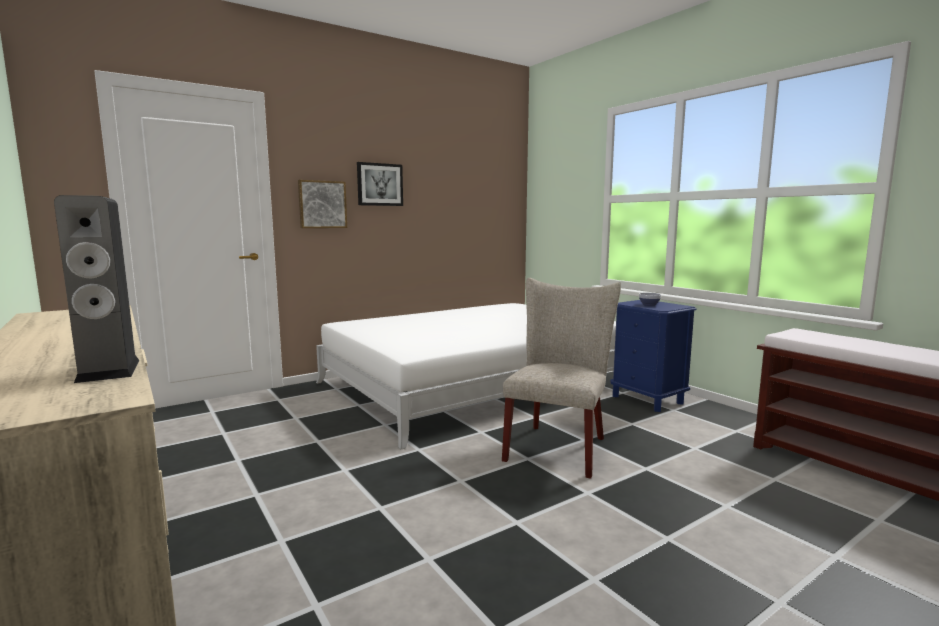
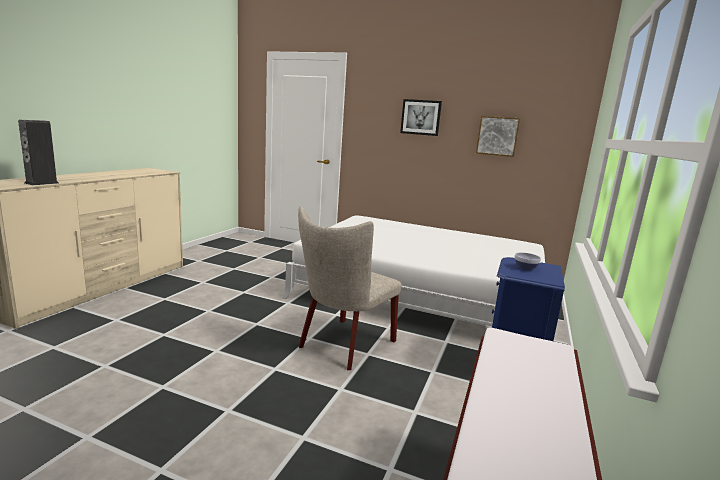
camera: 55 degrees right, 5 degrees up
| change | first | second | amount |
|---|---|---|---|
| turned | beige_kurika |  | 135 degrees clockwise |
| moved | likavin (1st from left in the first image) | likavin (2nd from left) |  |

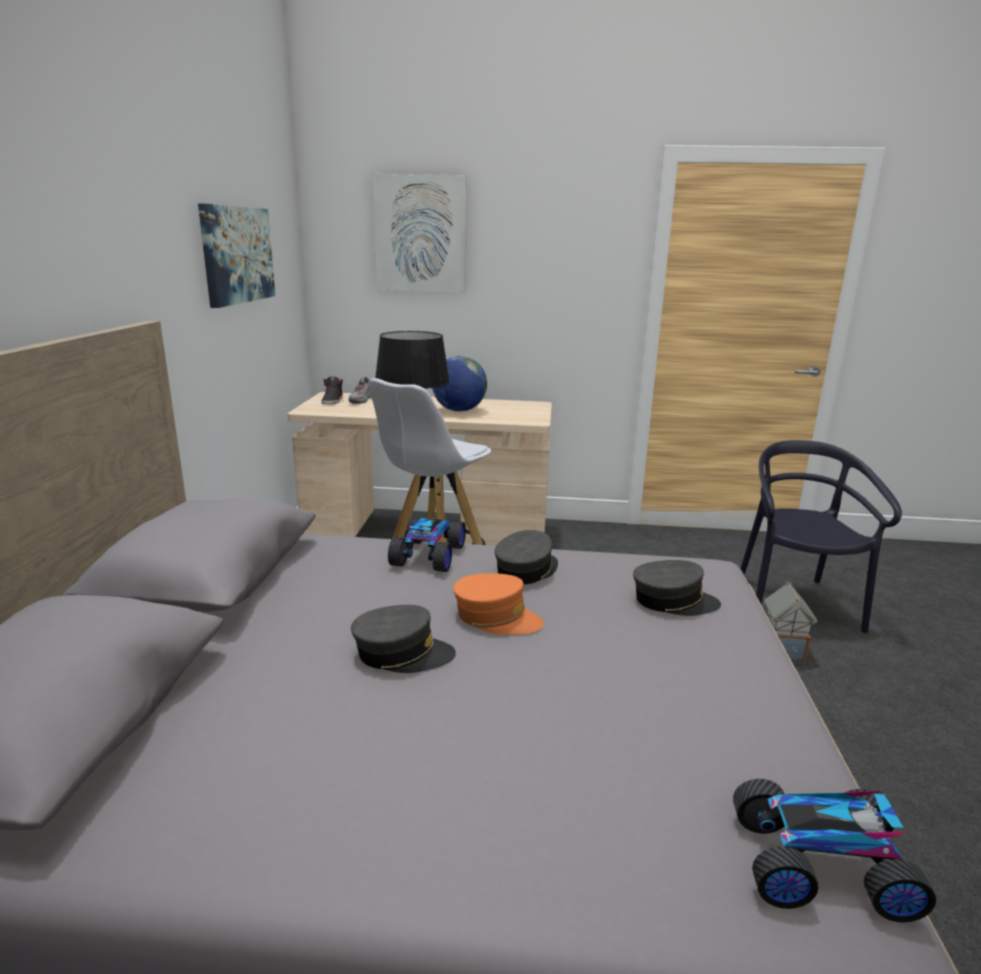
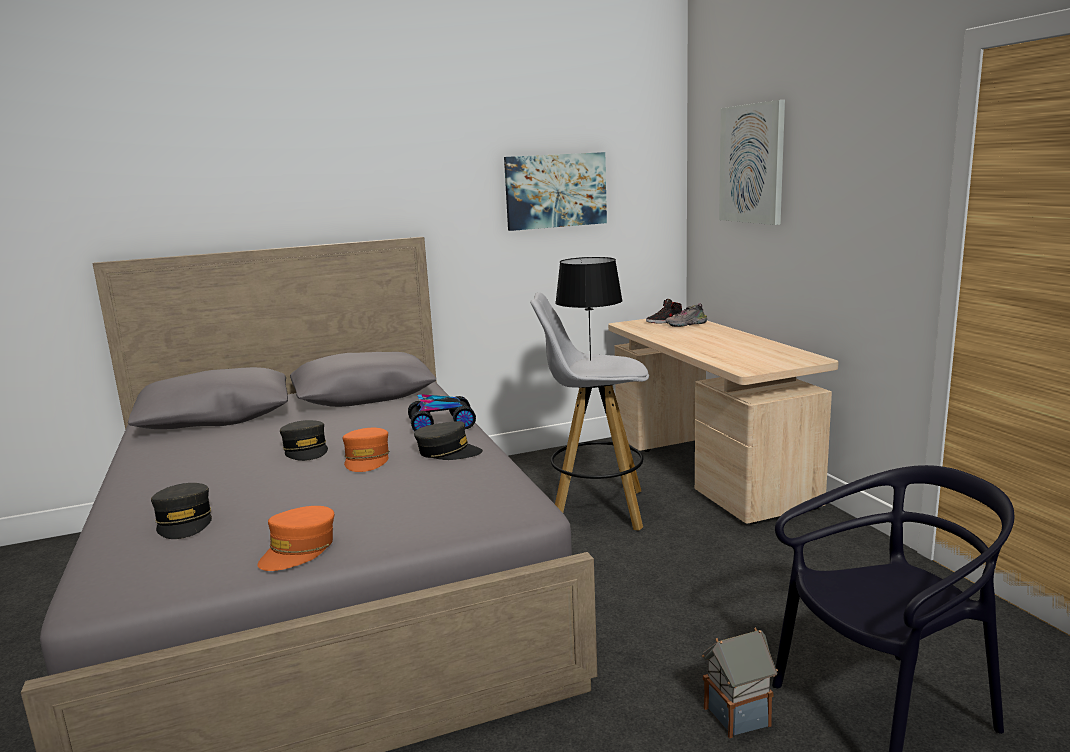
camera: 65 degrees right, 5 degrees down
| change | first | second | amount |
|---|---|---|---|
| moved | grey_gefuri (3rd from left in the first image) | grey_gefuri (1st from left) |  |
| added |  | orange_gefuri (1st from left) |  |
| removed | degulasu |  |  |
| removed | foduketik (2nd from left) |  |  |

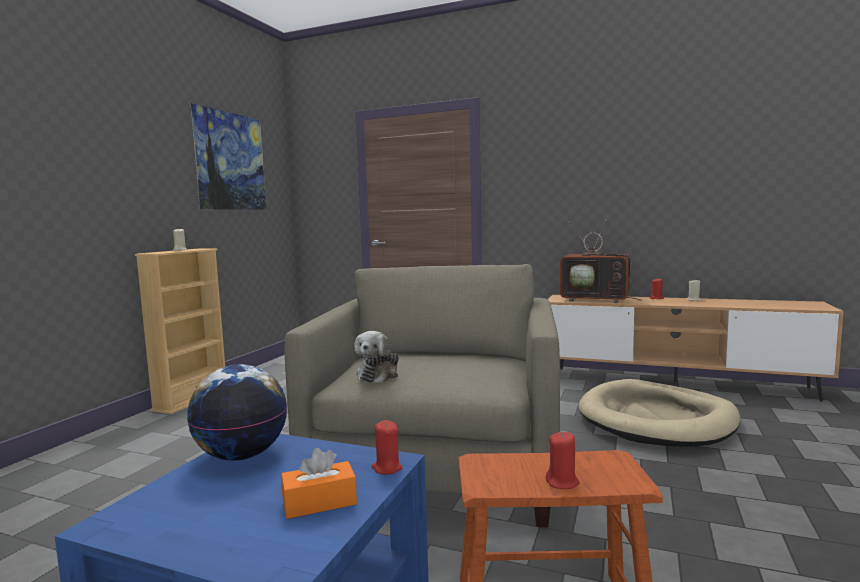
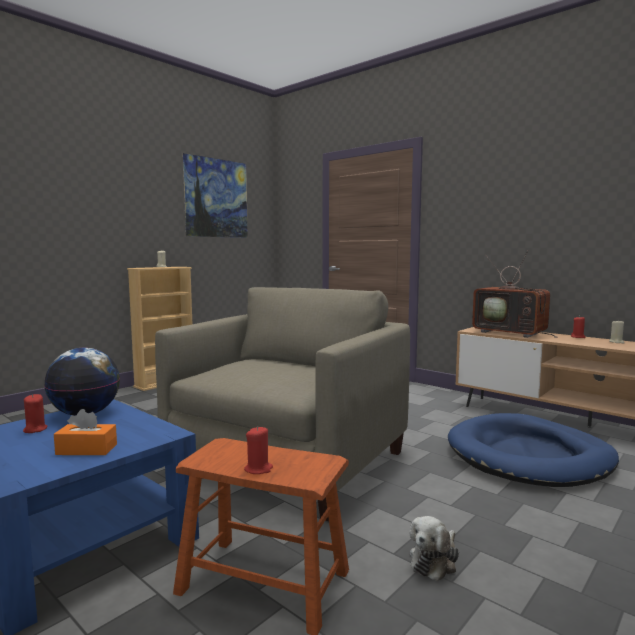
camera: 20 degrees right, 0 degrees up
| change | first | second | amount |
|---|---|---|---|
| moved | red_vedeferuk (1st from left) |  |  |
| moved | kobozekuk |  |  |
| recoloured | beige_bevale | blue_bevale |  |

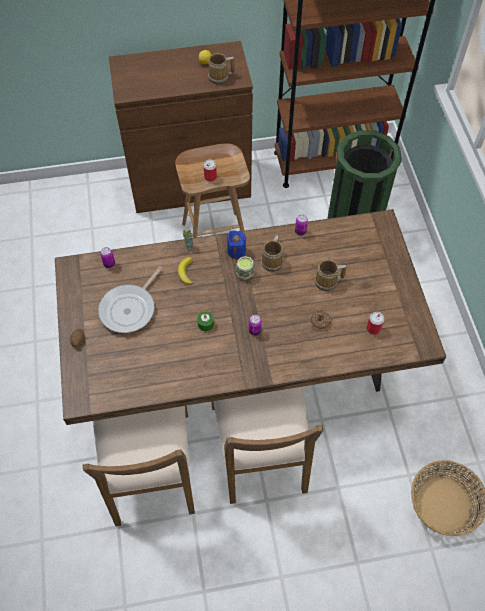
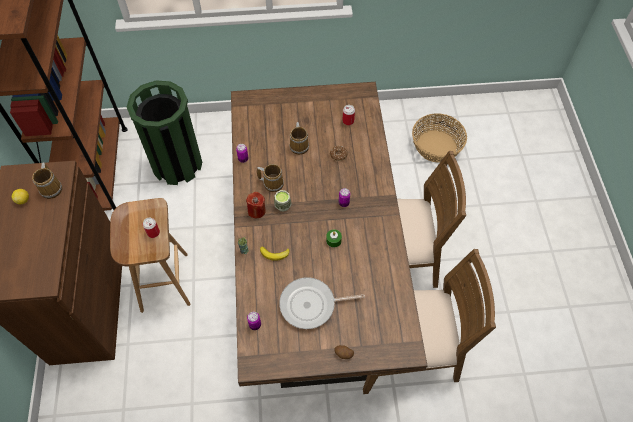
camera: 85 degrees left, 0 degrees up
| change | first | second | amount |
|---|---|---|---|
| recoloured | blue_vedeferuk | red_vedeferuk |  |
| turned | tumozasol |  | 135 degrees clockwise |

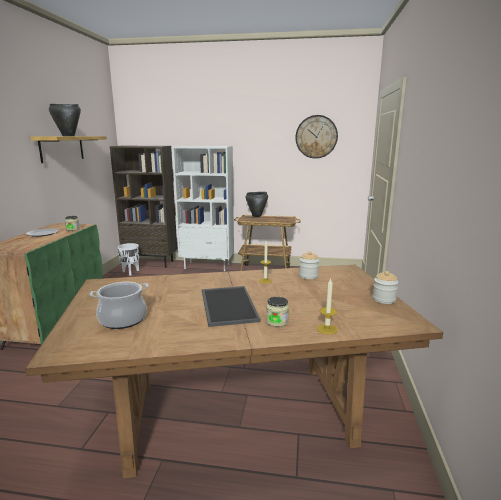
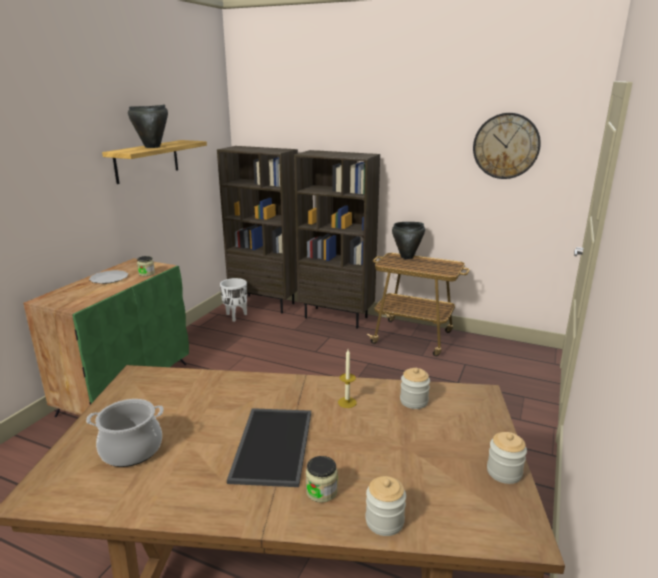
camera: 15 degrees right, 5 degrees up
| change | first | second | amount |
|---|---|---|---|
| recoloured | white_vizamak | brown_vizamak (2nd from left) |  |
| replaced | vedeferuk (2nd from left) | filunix (3rd from left) |  |

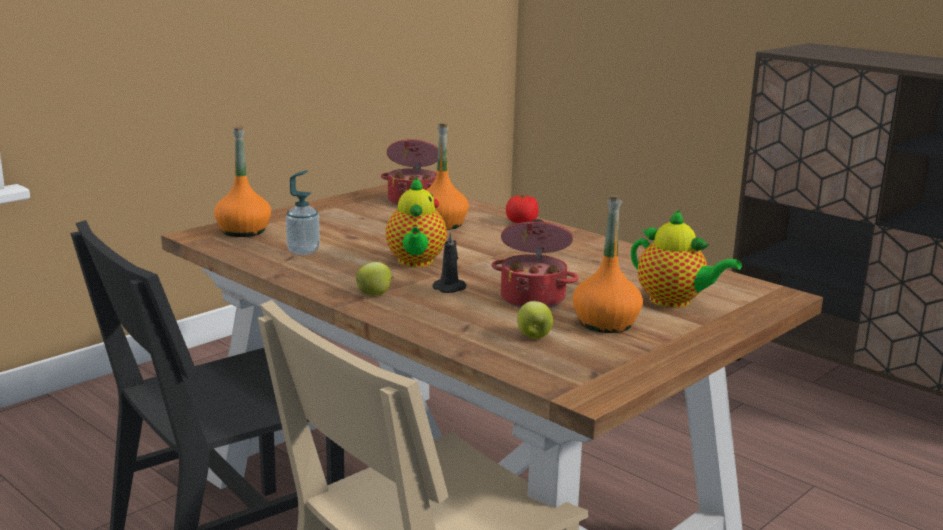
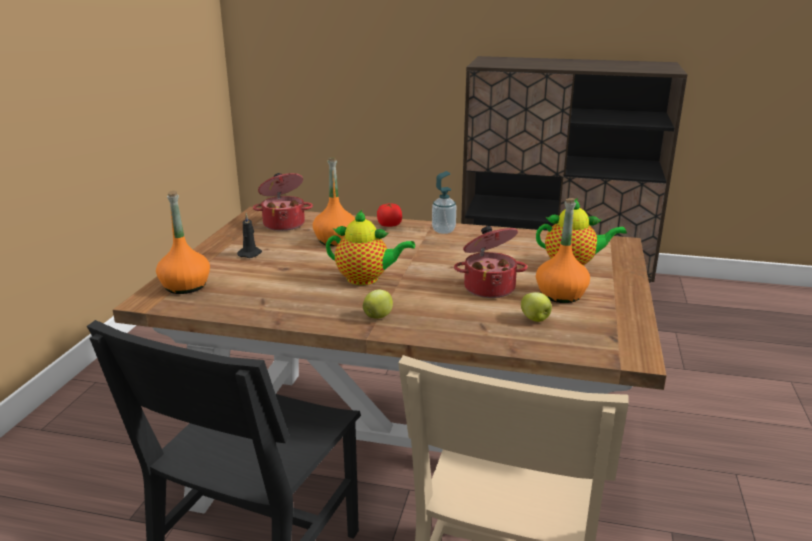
camera: 30 degrees left, 5 degrees up
| change | first | second | amount |
|---|---|---|---|
| moved | black_vedeferuk |  |  |
| turned | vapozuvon (1st from left) |  | 45 degrees counterclockwise |
| moved | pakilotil |  |  |

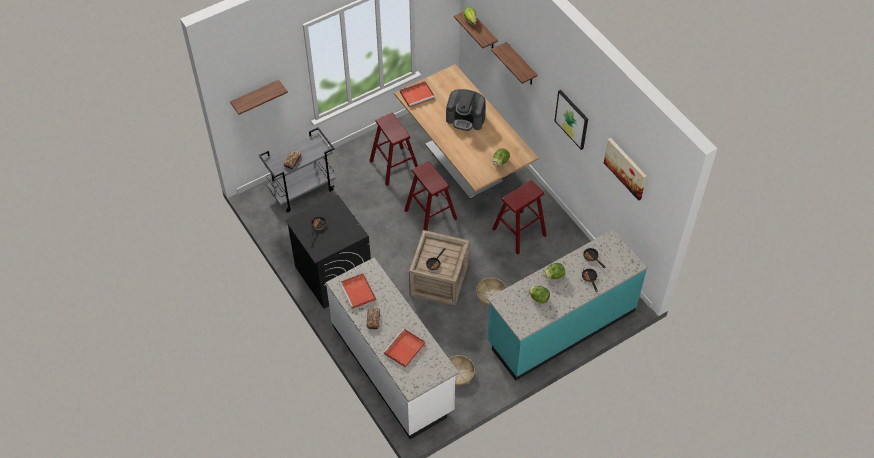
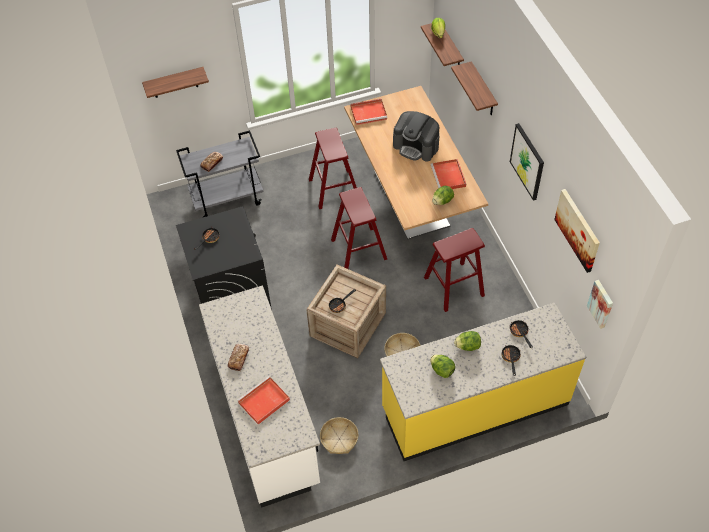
camera: 15 degrees right, 0 degrees up
| change | first | second | amount |
|---|---|---|---|
| recoloured | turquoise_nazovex | yellow_nazovex |  |
| moved | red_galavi (1st from left in the first image) | red_galavi (3rd from left) |  |
| added |  | likavin (3rd from left) |  |

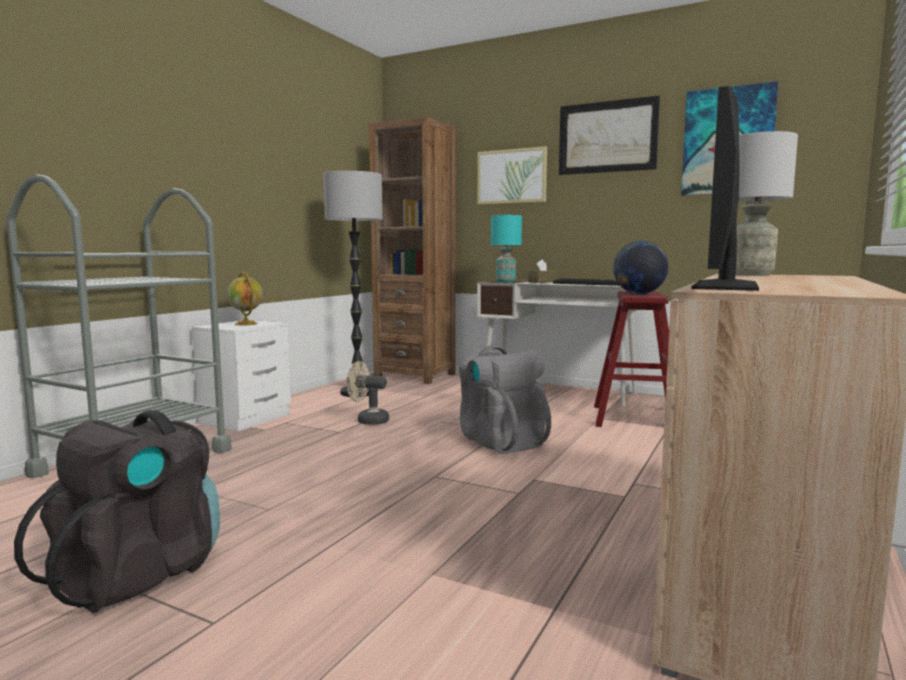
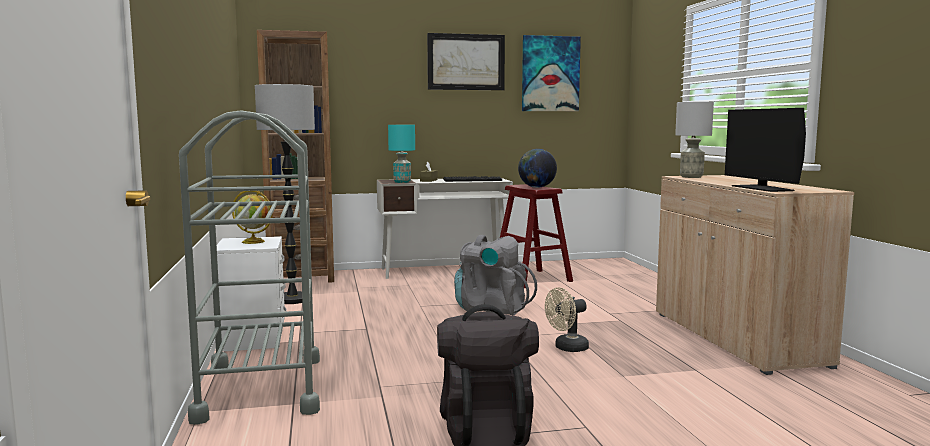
camera: 40 degrees left, 0 degrees up
| change | first | second | amount |
|---|---|---|---|
| moved | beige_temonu |  |  |
| removed | likavin (1st from left) |  |  |

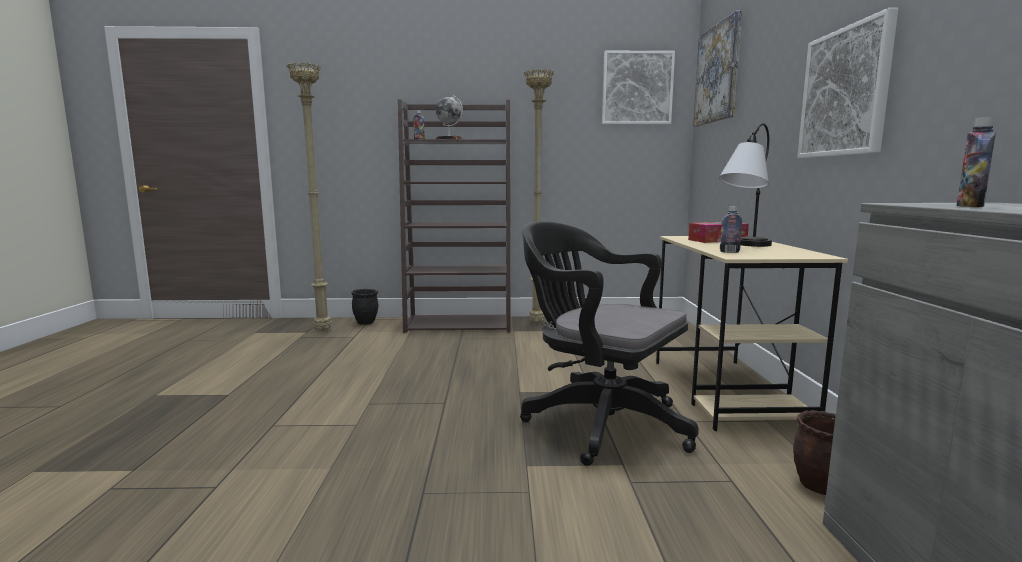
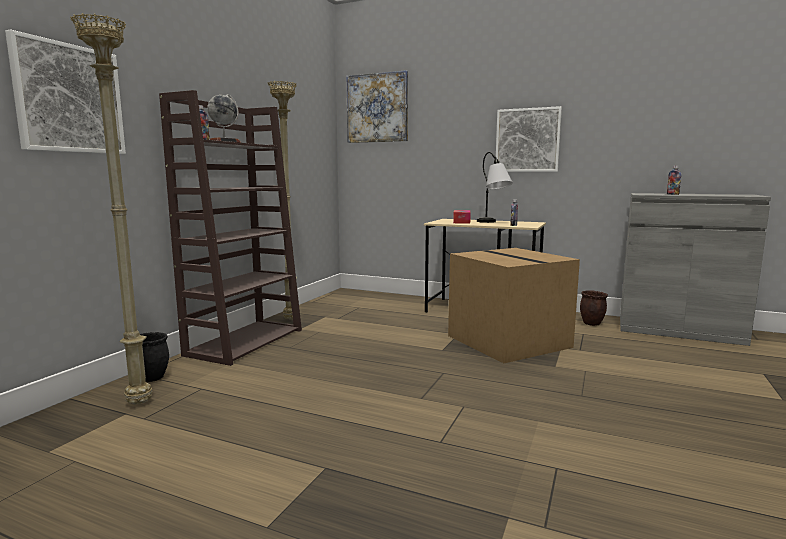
camera: 65 degrees left, 0 degrees up
| change | first | second | amount |
|---|---|---|---|
| moved | likavin (1st from left) |  |  |
| replaced | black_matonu | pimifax |  |

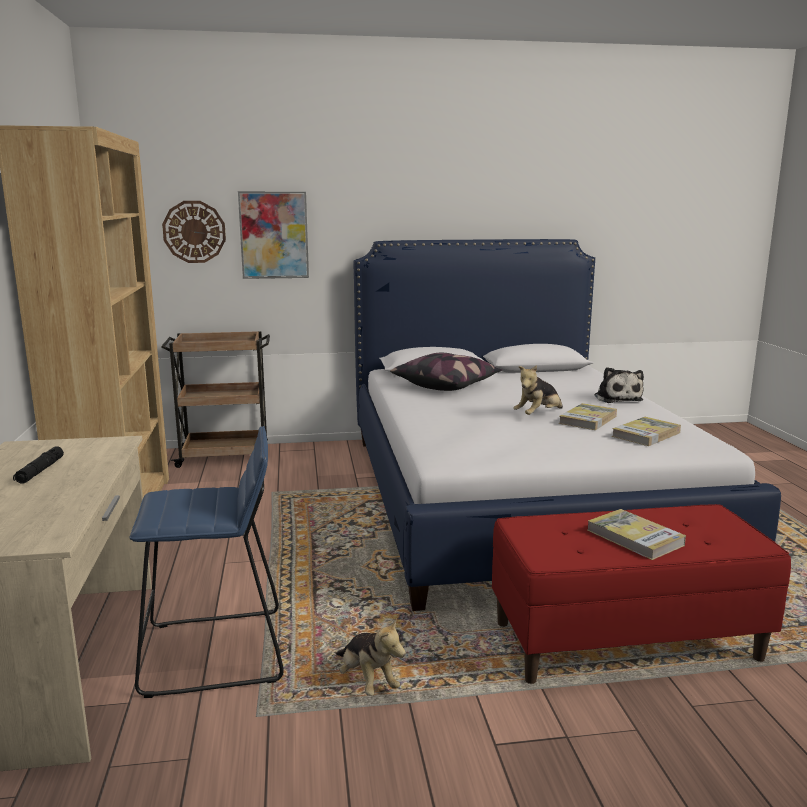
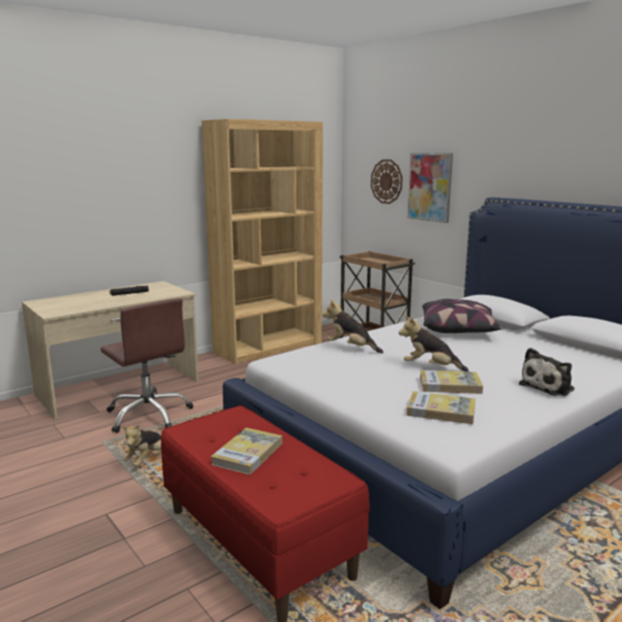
camera: 60 degrees right, 0 degrees up
| change | first | second | amount |
|---|---|---|---|
| replaced | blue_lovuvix | brown_matonu |  |
| added |  | kobozekuk (2nd from left) |  |

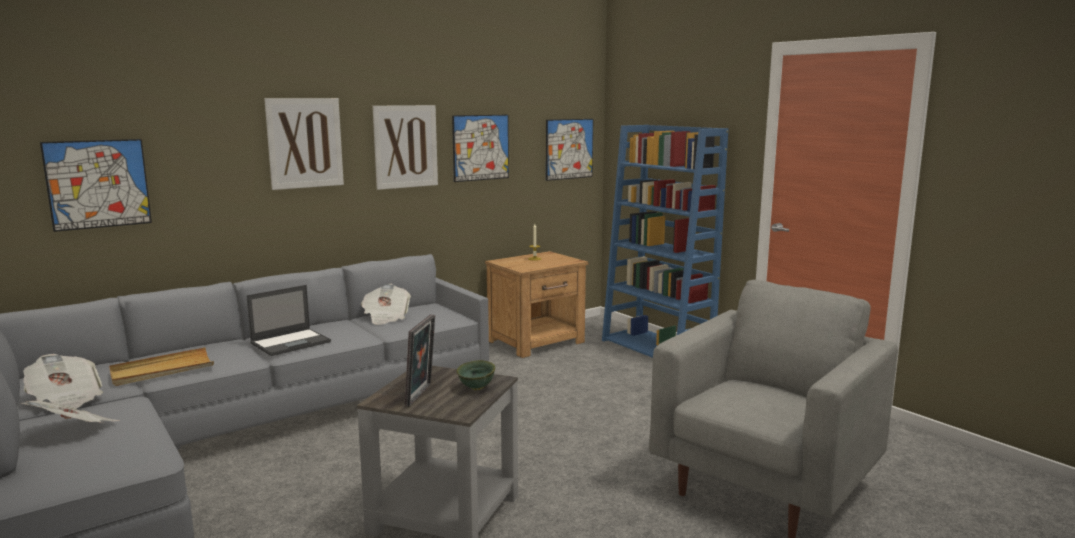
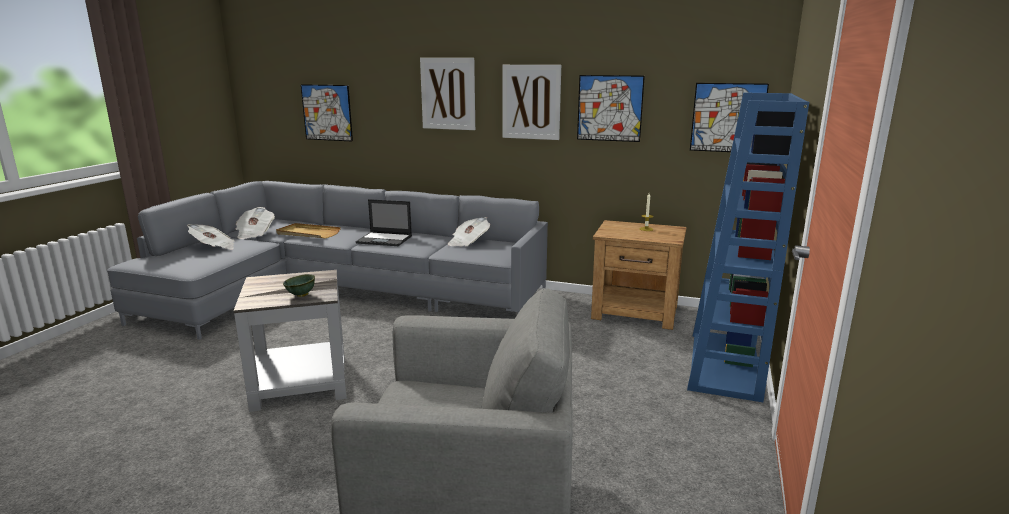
camera: 55 degrees right, 5 degrees up
| change | first | second | amount |
|---|---|---|---|
| removed | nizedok |  |  |

